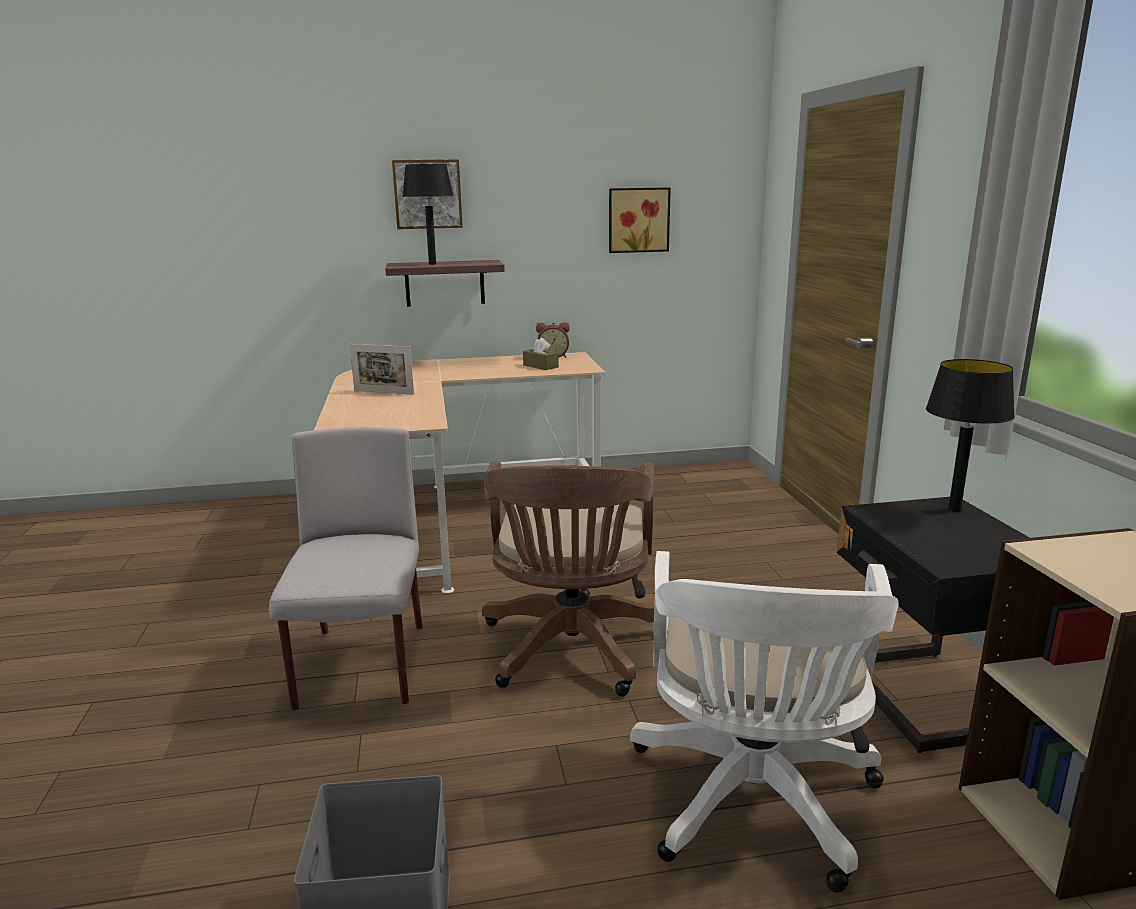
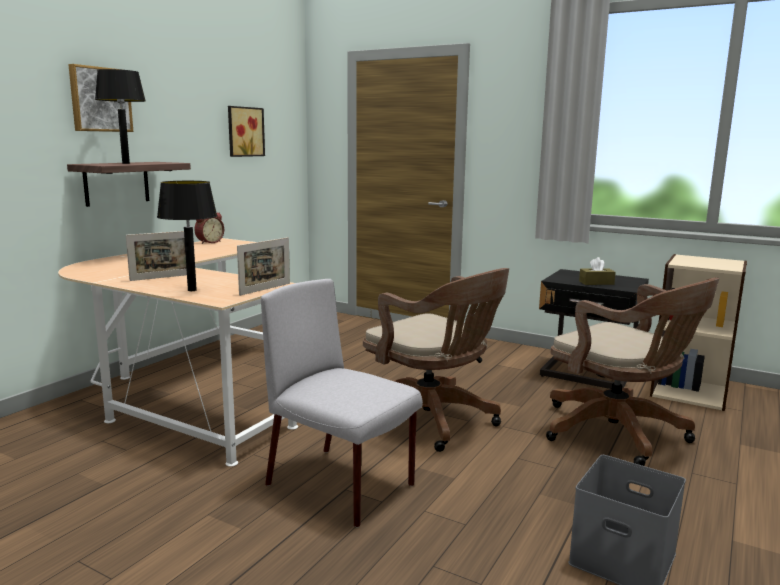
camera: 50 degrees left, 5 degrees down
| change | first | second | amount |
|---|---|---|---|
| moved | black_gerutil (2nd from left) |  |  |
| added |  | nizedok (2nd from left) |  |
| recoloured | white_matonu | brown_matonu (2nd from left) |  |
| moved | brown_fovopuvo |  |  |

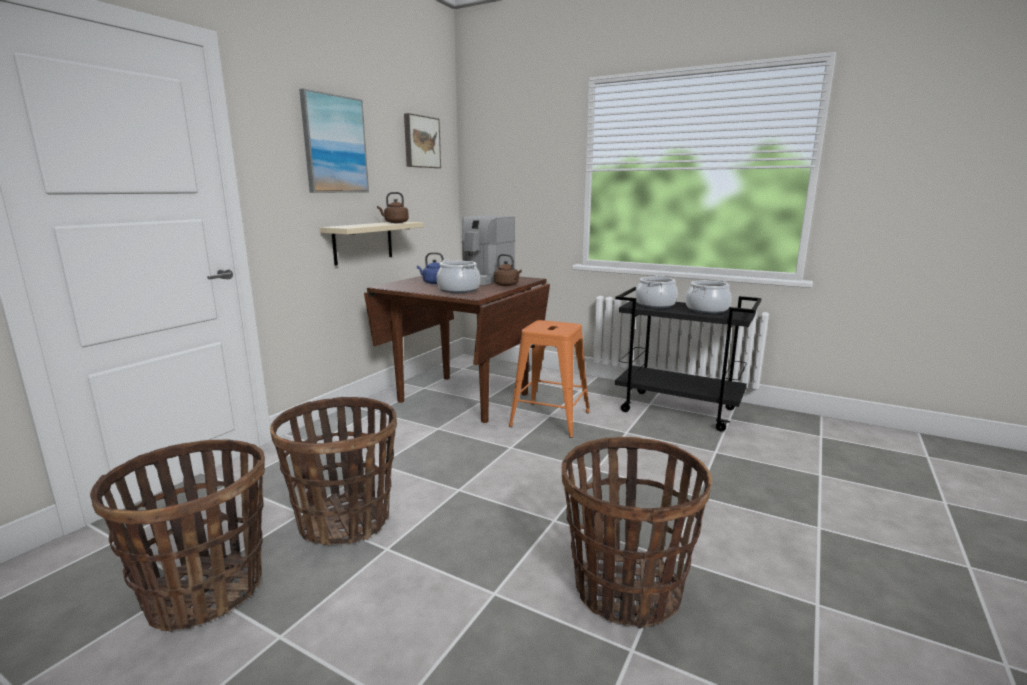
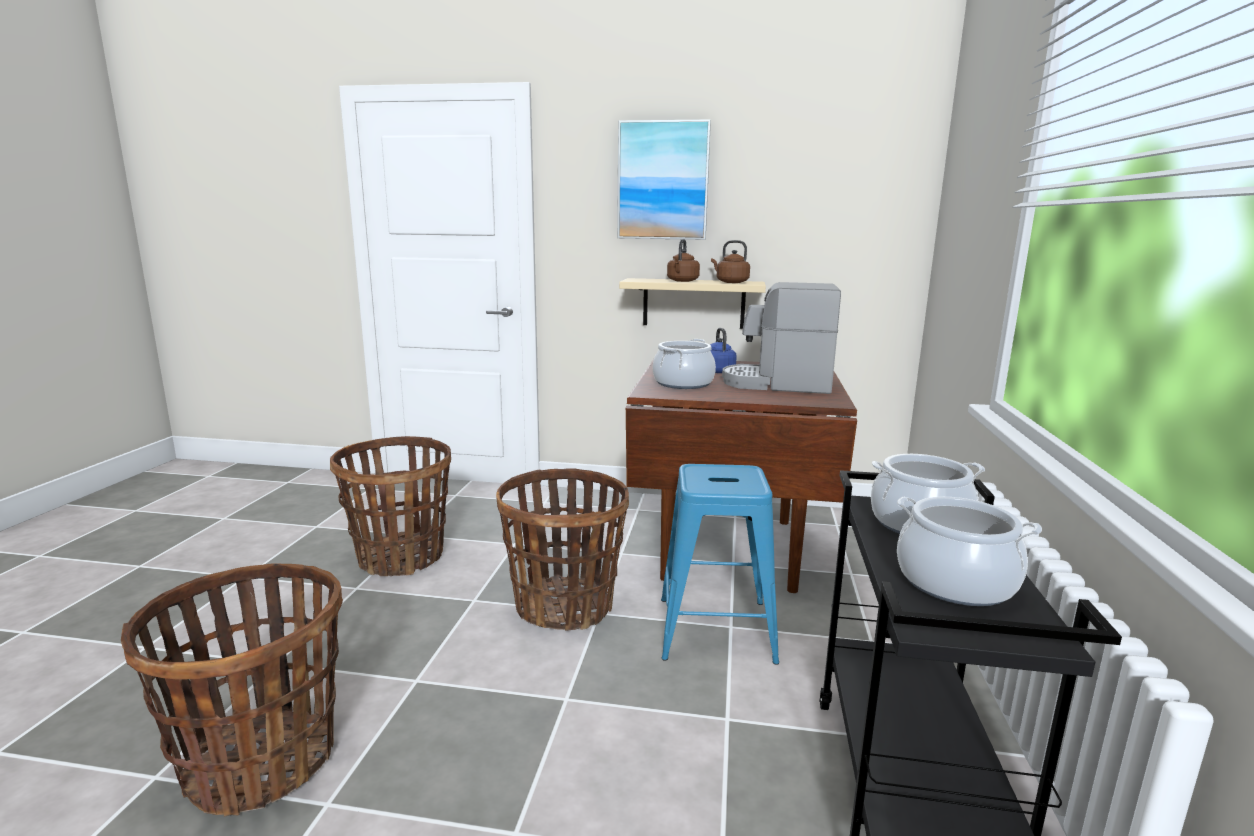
camera: 70 degrees right, 0 degrees up
| change | first | second | amount |
|---|---|---|---|
| moved | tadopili (1st from left in the first image) | tadopili (3rd from left) |  |
| recoloured | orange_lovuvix | blue_lovuvix |  |
| moved | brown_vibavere (2nd from left in the first image) | brown_vibavere (1st from left) |  |
| removed | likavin (2nd from left) |  |  |

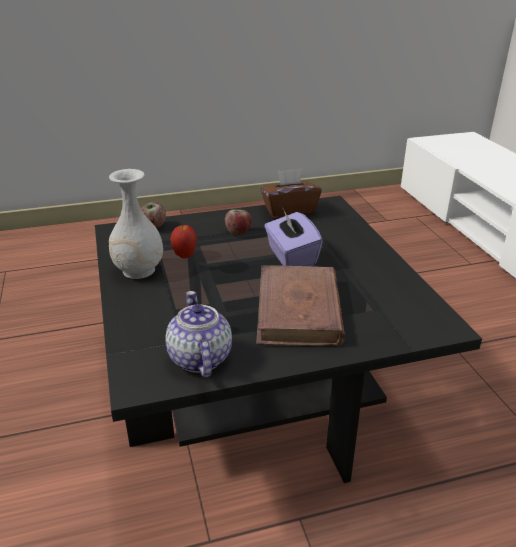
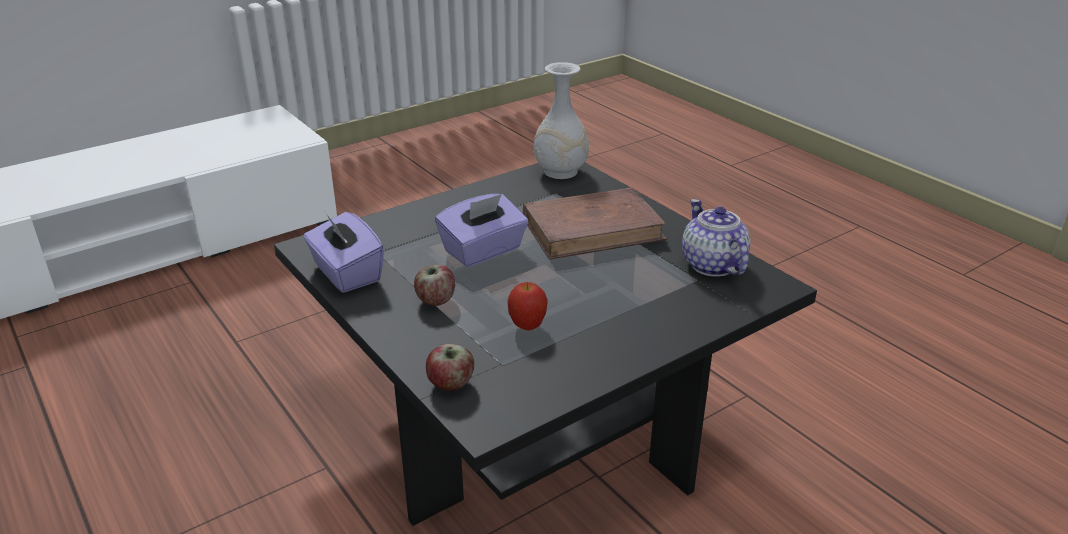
camera: 110 degrees left, 0 degrees up
| change | first | second | amount |
|---|---|---|---|
| recoloured | brown_fovopuvo | purple_fovopuvo (1st from left) |  |
| moved | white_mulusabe |  |  |
| turned | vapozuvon |  | 105 degrees clockwise |

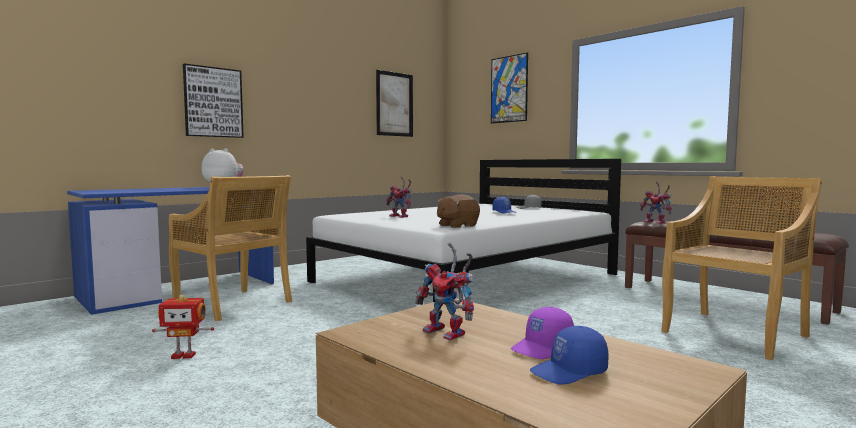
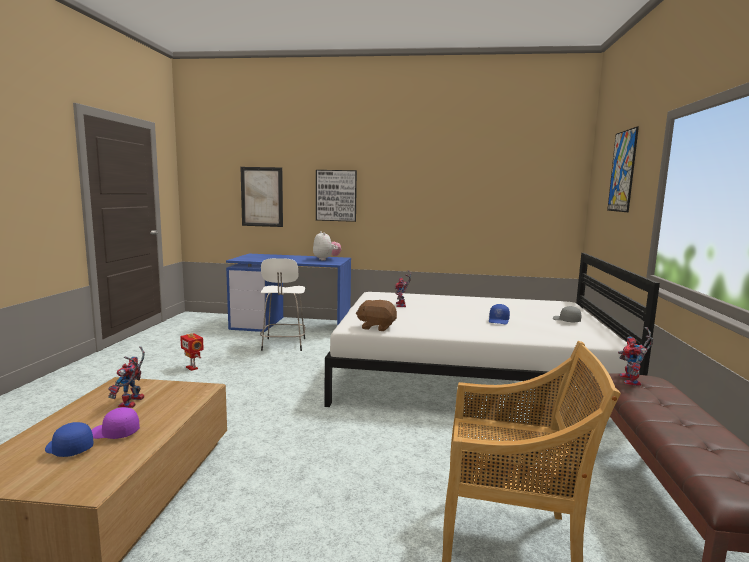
camera: 50 degrees right, 5 degrees up
| change | first | second | amount |
|---|---|---|---|
| moved | likavin (2nd from left in the first image) | likavin (1st from left) |  |
| replaced | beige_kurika (1st from left) | white_lovuvix |  |

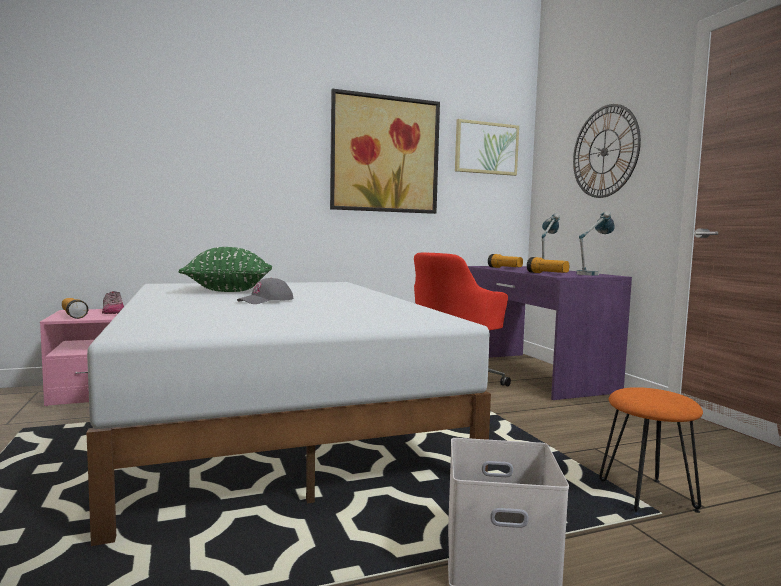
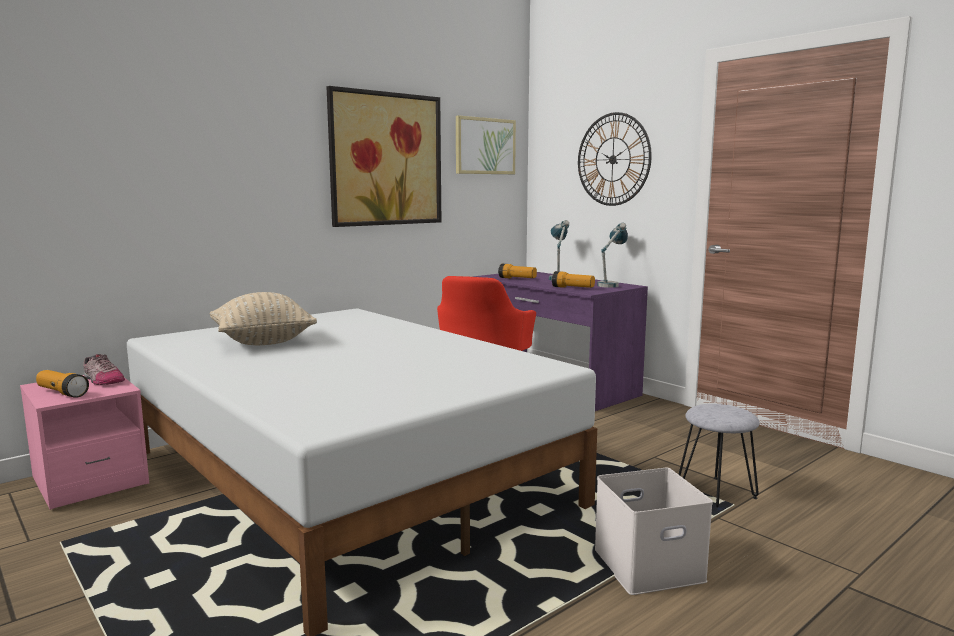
camera: 20 degrees left, 5 degrees up
| change | first | second | amount |
|---|---|---|---|
| recoloured | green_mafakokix | beige_mafakokix |  |
| recoloured | orange_lovuvix | grey_lovuvix |  |
| removed | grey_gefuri |  |  |

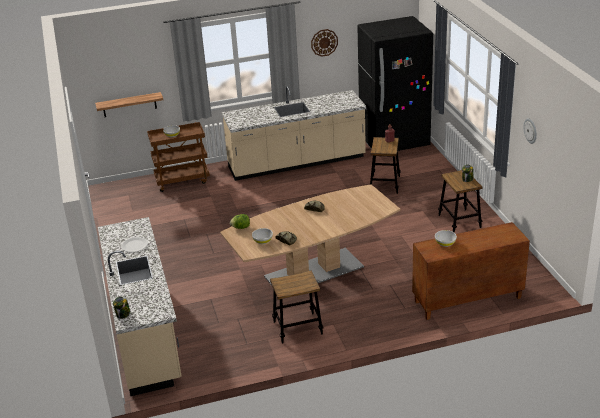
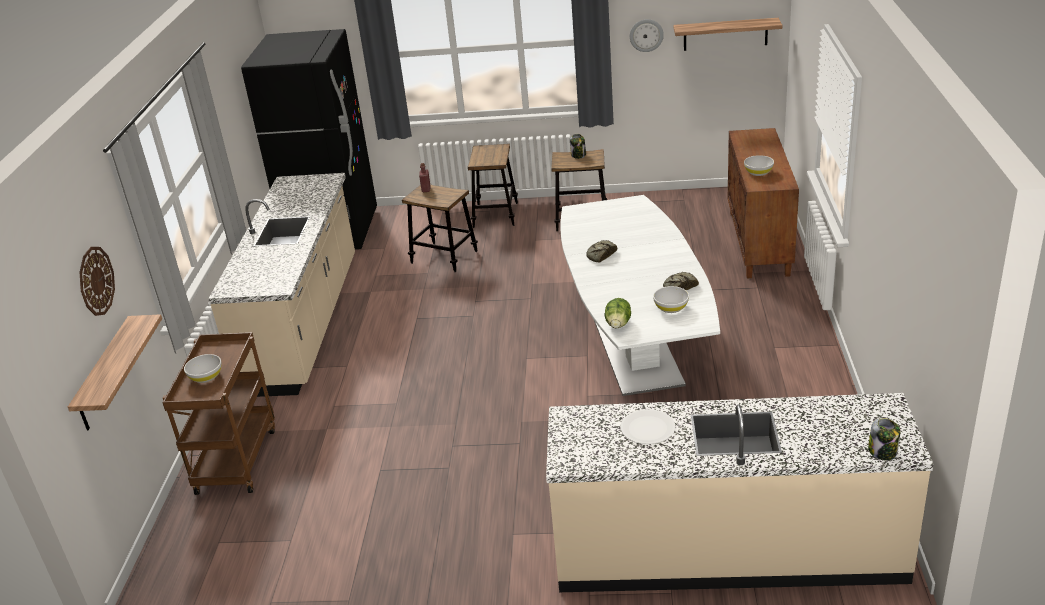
camera: 70 degrees left, 0 degrees up
| change | first | second | amount |
|---|---|---|---|
| moved | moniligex (1st from left) |  |  |
| moved | lovuvix (1st from left in the first image) | lovuvix (2nd from left) |  |
| recoloured | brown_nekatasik | white_nekatasik |  |
| added |  | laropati (2nd from left) |  |

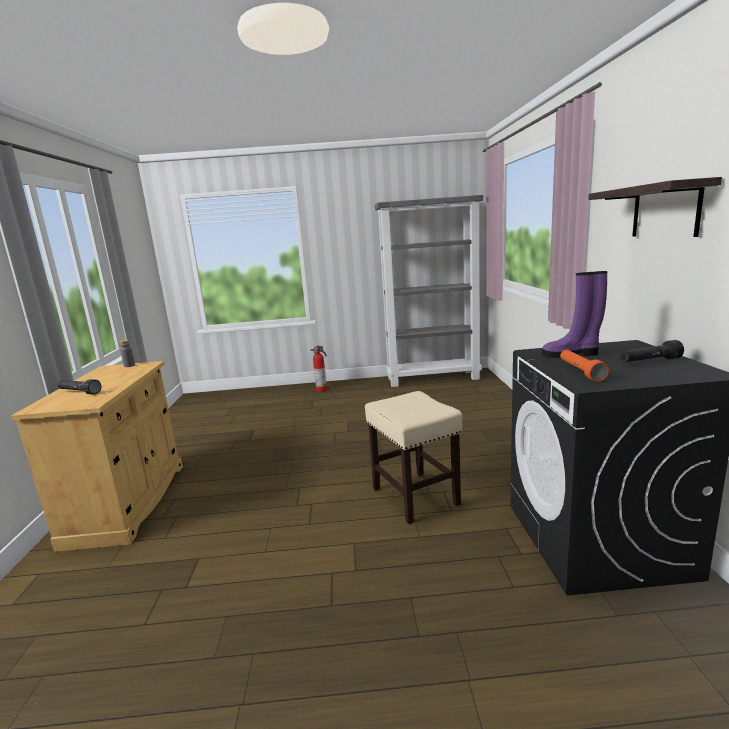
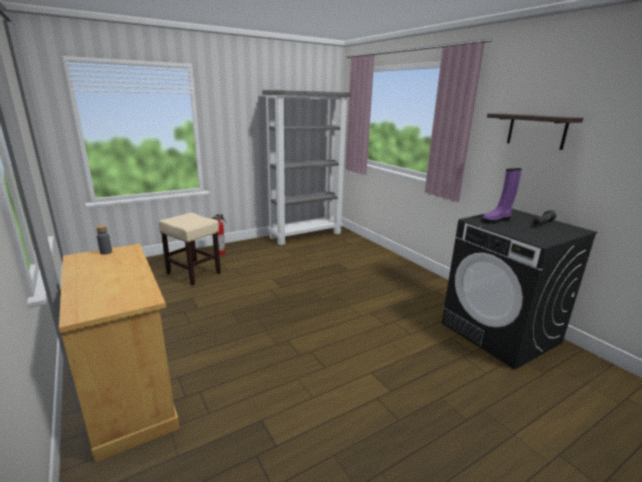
camera: 30 degrees left, 5 degrees up
| change | first | second | amount |
|---|---|---|---|
| moved | beige_lovuvix |  |  |
| removed | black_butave (1st from left) |  |  |
| removed | orange_butave |  |  |

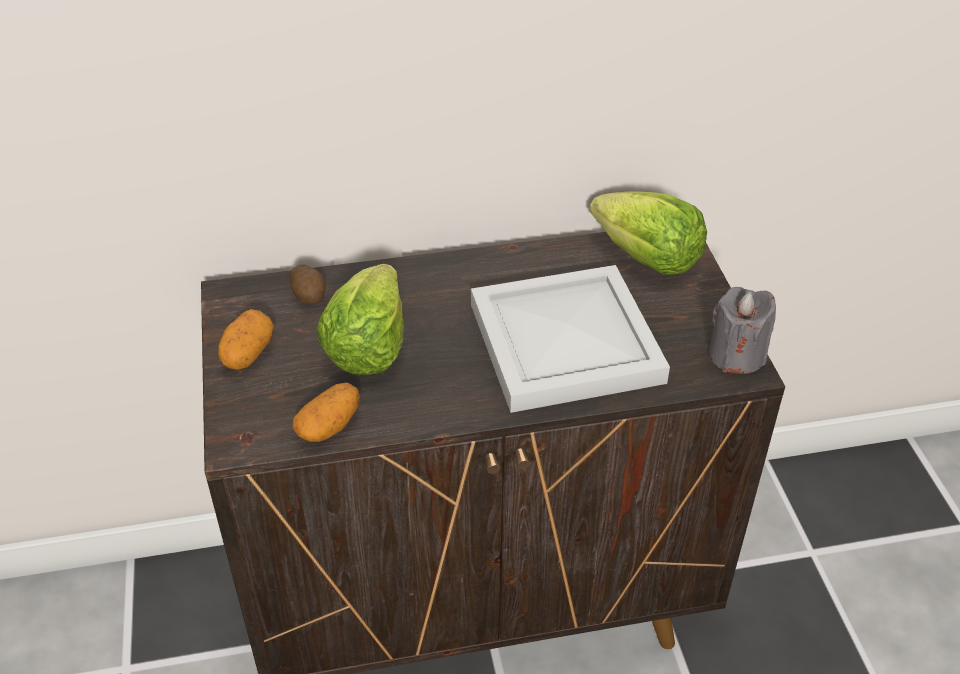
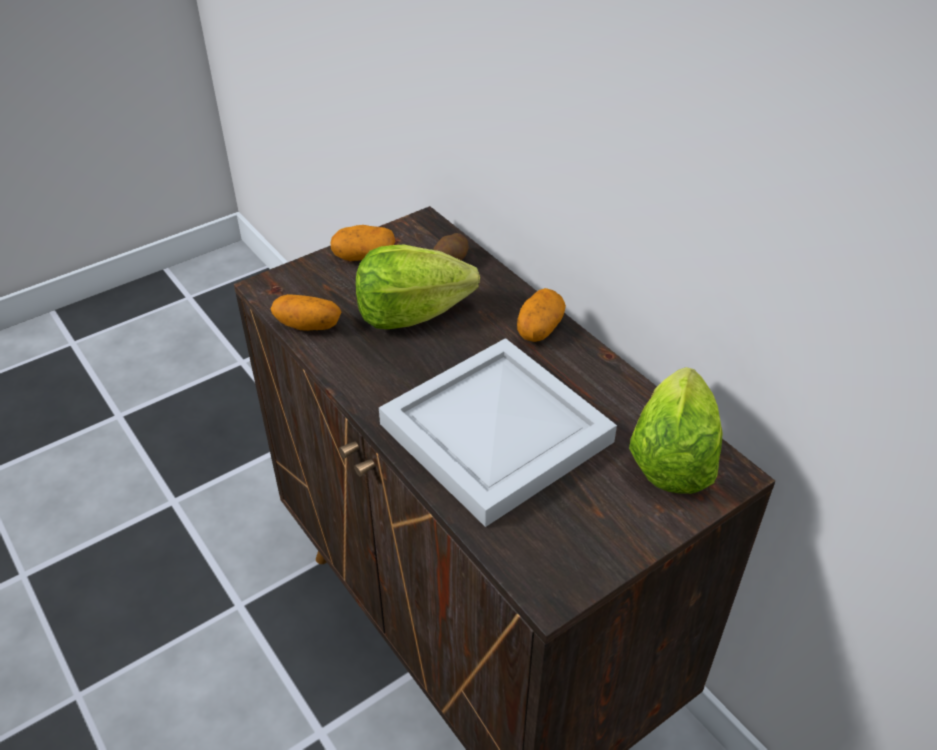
camera: 65 degrees right, 0 degrees up
| change | first | second | amount |
|---|---|---|---|
| added |  | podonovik (4th from left) |  |
| removed | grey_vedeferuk |  |  |

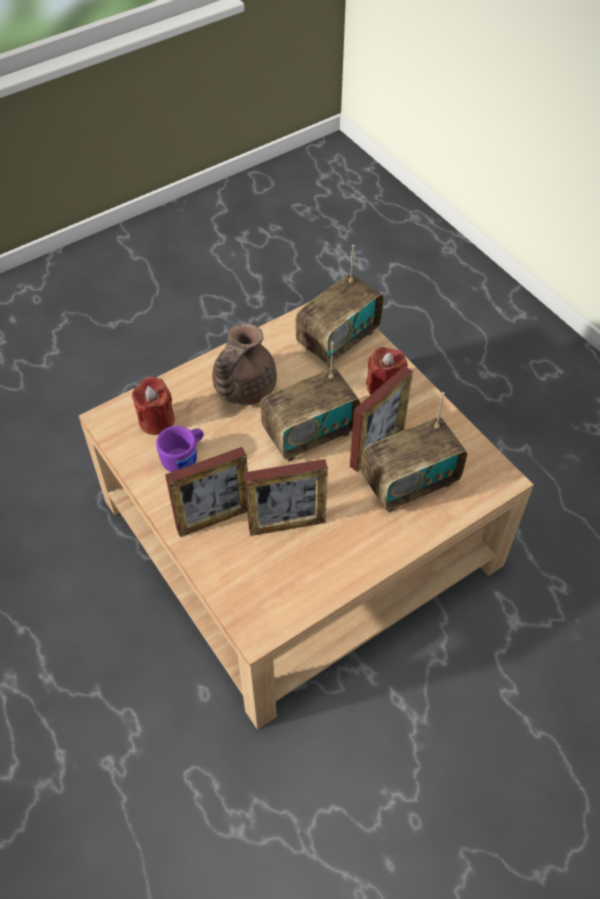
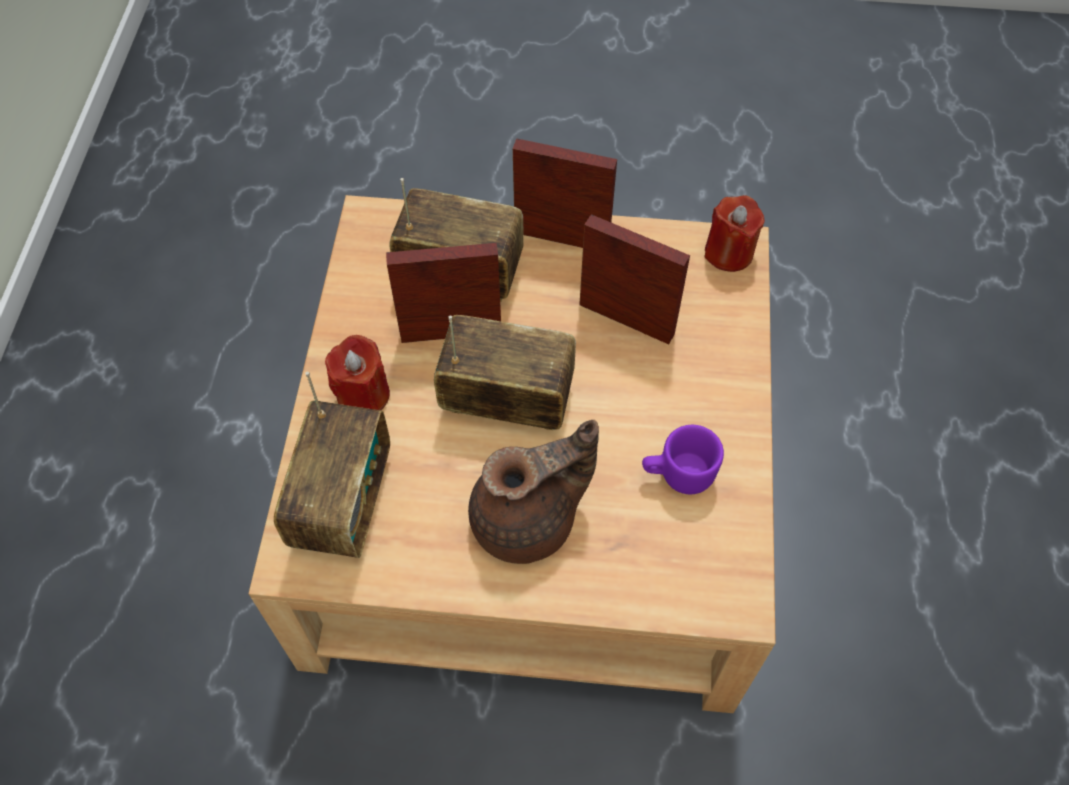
camera: 140 degrees left, 5 degrees up
| change | first | second | amount |
|---|---|---|---|
| turned | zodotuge (2nd from left in the first image) | zodotuge (1st from left) | 105 degrees clockwise |
| moved | nizedok (1st from left in the first image) | nizedok (2nd from left) |  |
| moved | red_vedeferuk (1st from left in the first image) | red_vedeferuk (2nd from left) |  |

